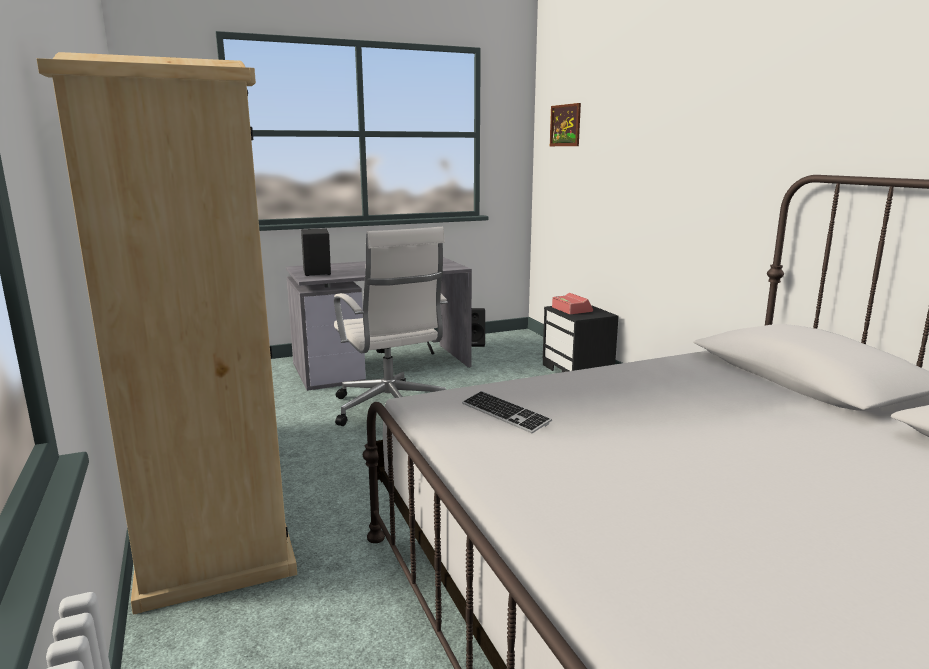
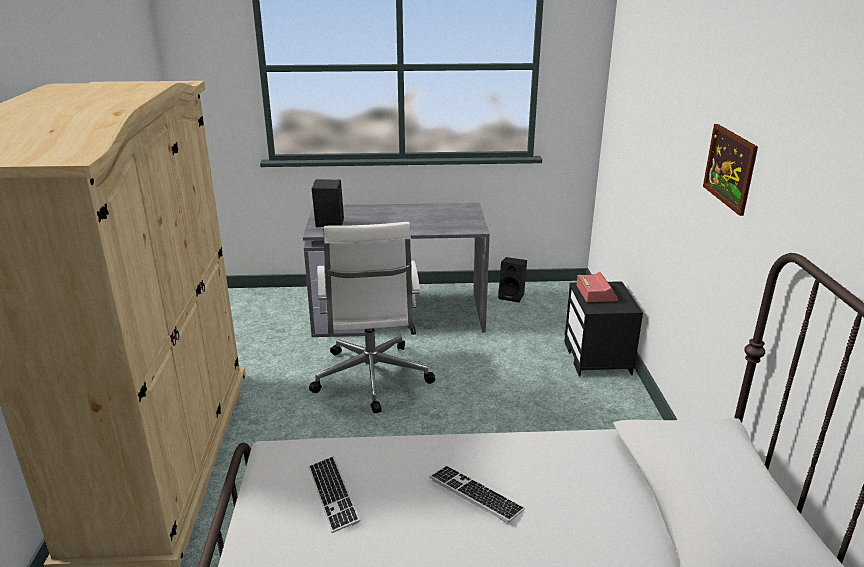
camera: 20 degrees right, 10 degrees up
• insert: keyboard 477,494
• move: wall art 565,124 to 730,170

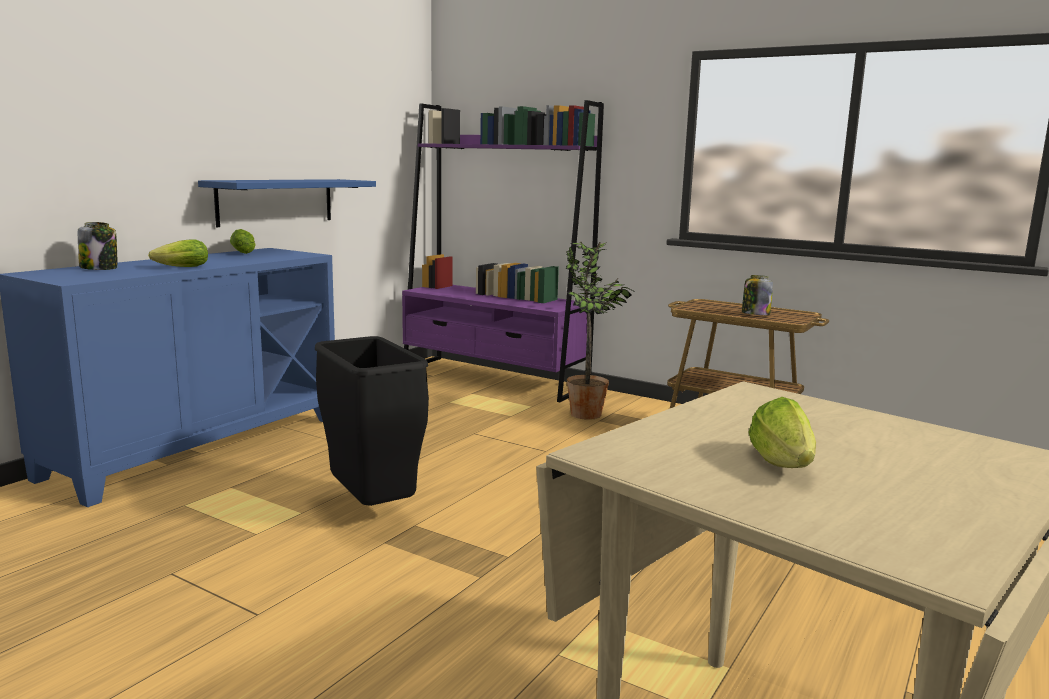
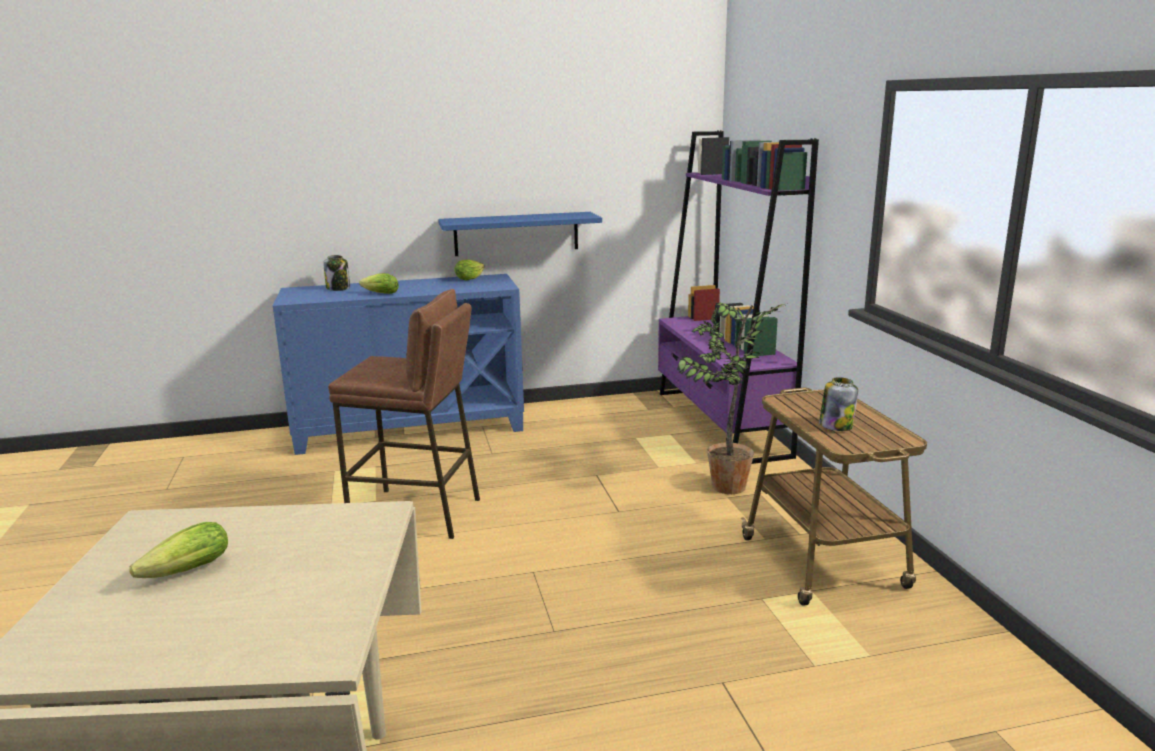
camera: 45 degrees right, 5 degrees up
• replace: black rubbish bin 372,421 to brown-coloured sitting stool 404,414

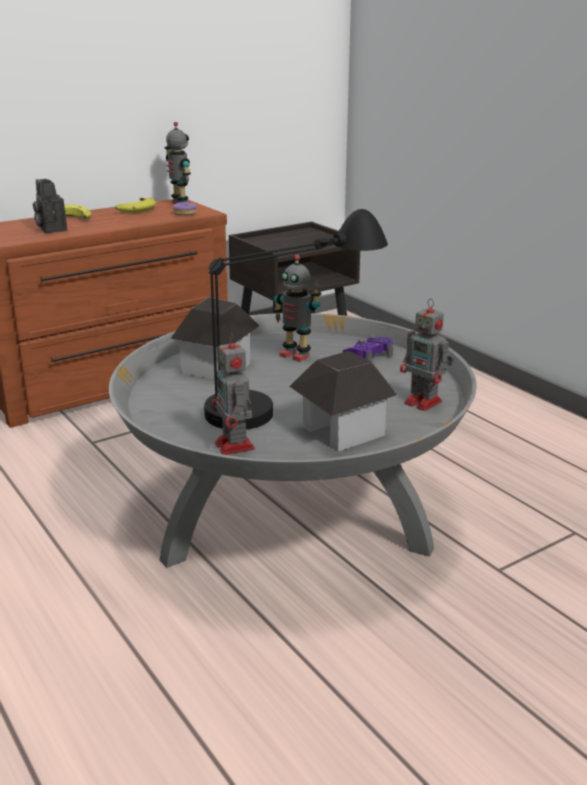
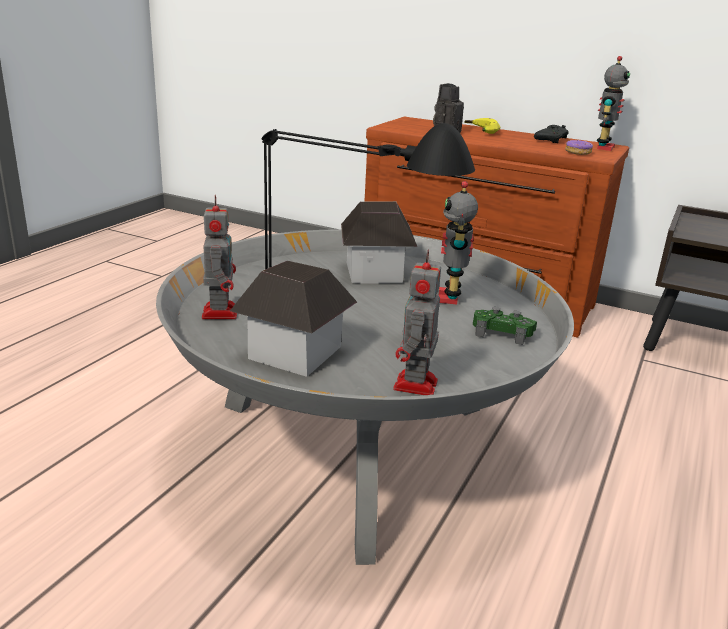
camera: 60 degrees right, 0 degrees up
• replace: banana 135,205 to black joypad 551,134
• recolor: purplish joypad 368,348 to green joypad 505,326
• rotate: robot figure 233,393 = 219,257 135 degrees clockwise

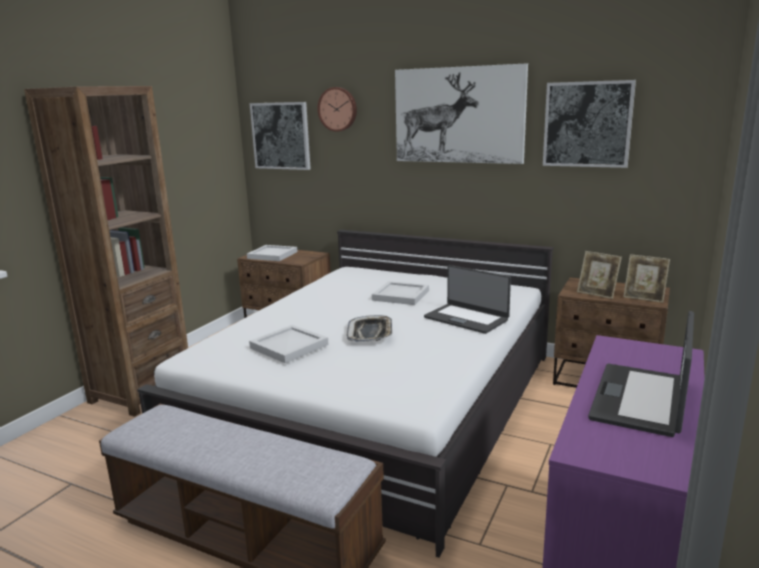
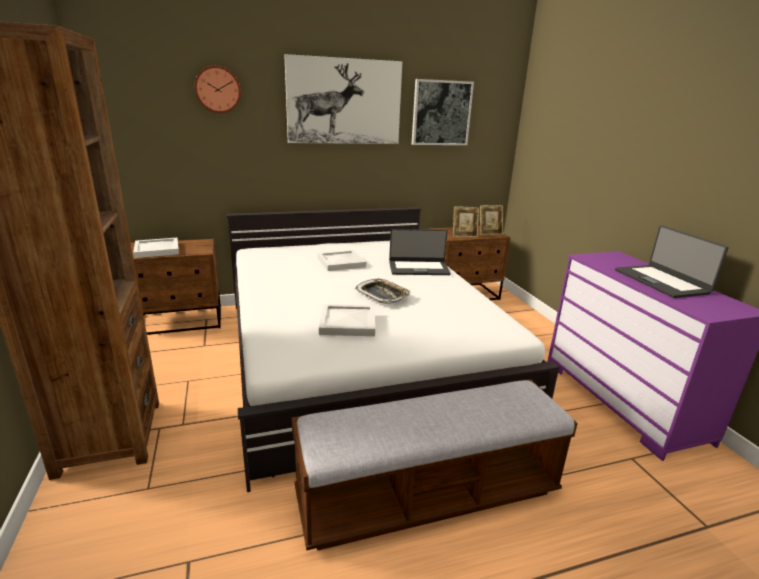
camera: 45 degrees left, 5 degrees up
• delete: wall art 280,136

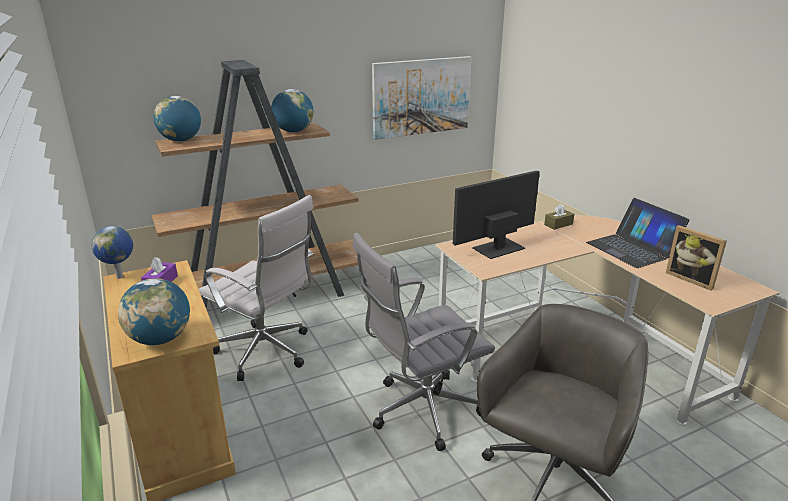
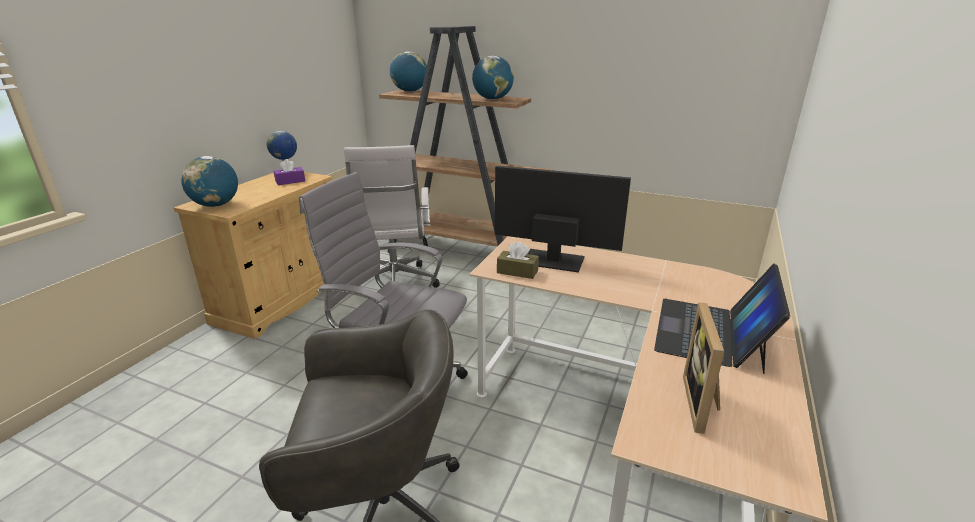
camera: 50 degrees right, 0 degrees up
• delete: wall art 421,98
• move: brown-coloured tissue holder 559,216 to 518,260

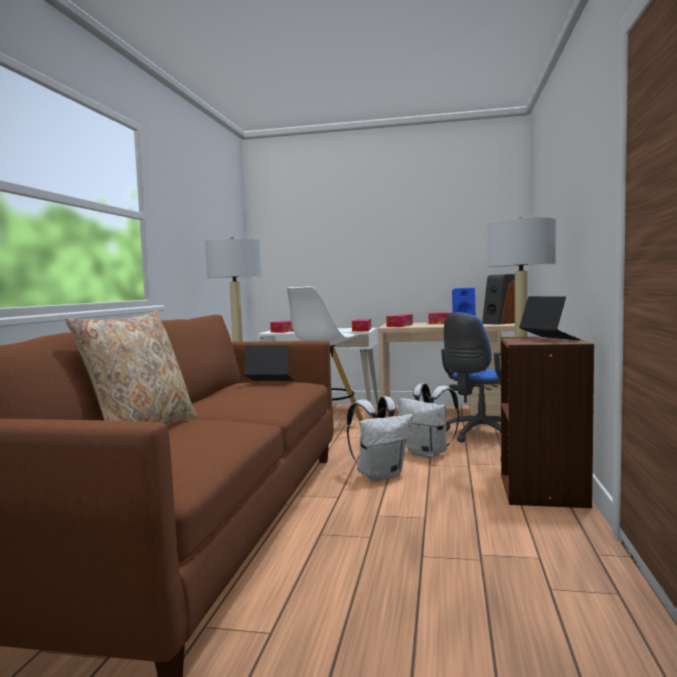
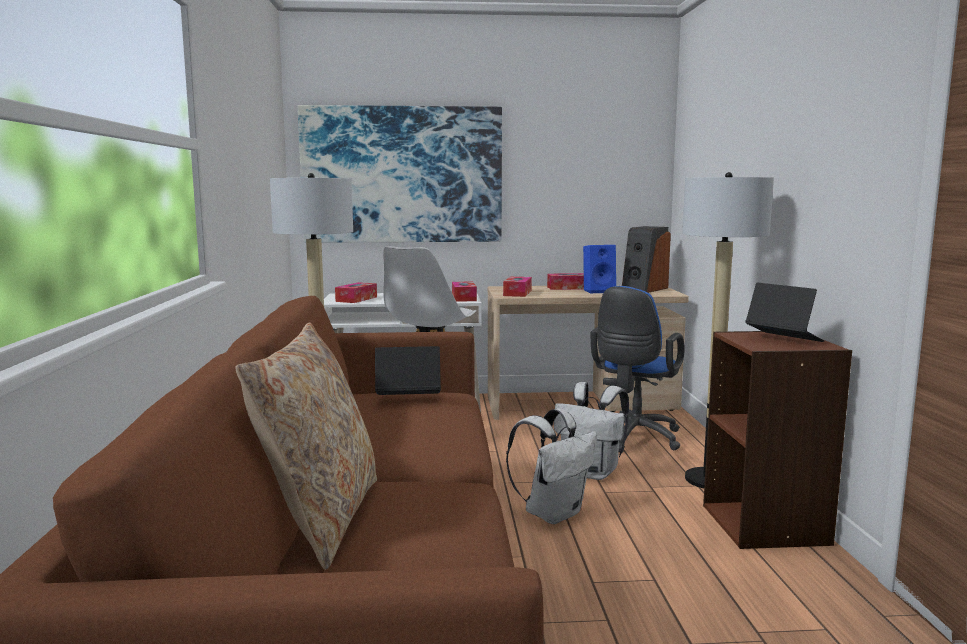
camera: 15 degrees left, 5 degrees up
• insert: wall art 400,173

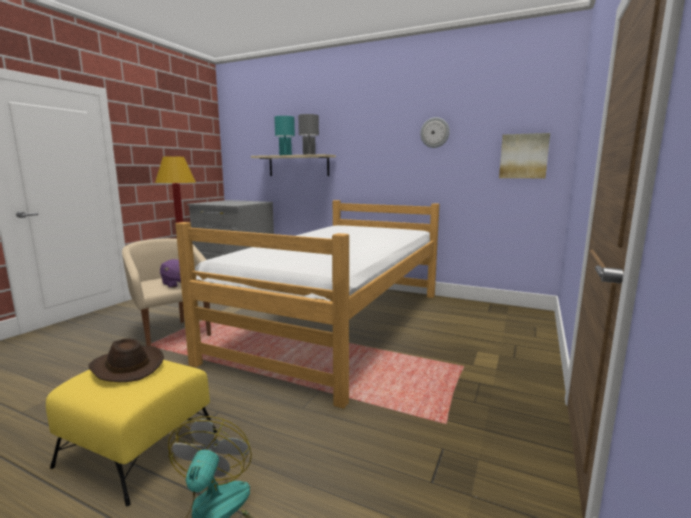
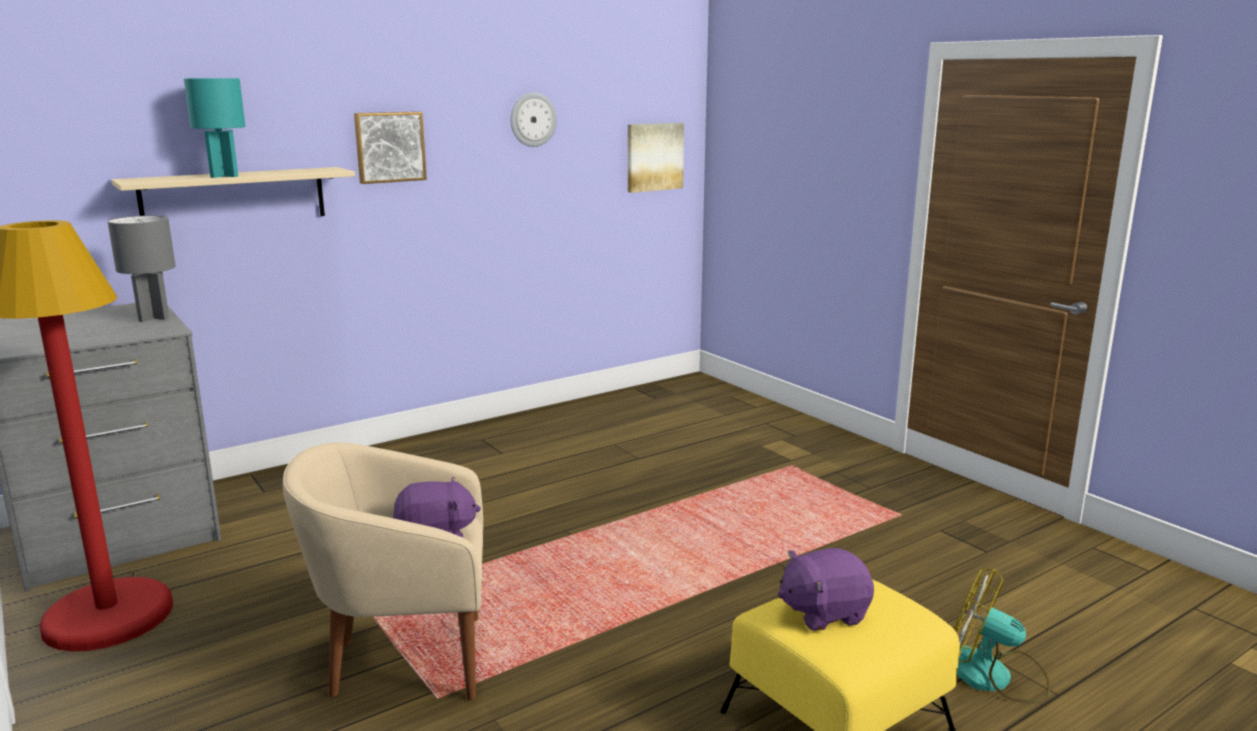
camera: 60 degrees left, 5 degrees up
• delete: sleeping bed 307,304
• insert: wall art 390,148
• move: greyish tabletop lamp 308,134 to 142,268
• replace: brown-coloured wearable hat 126,360 to purplish cuddly toy 826,589

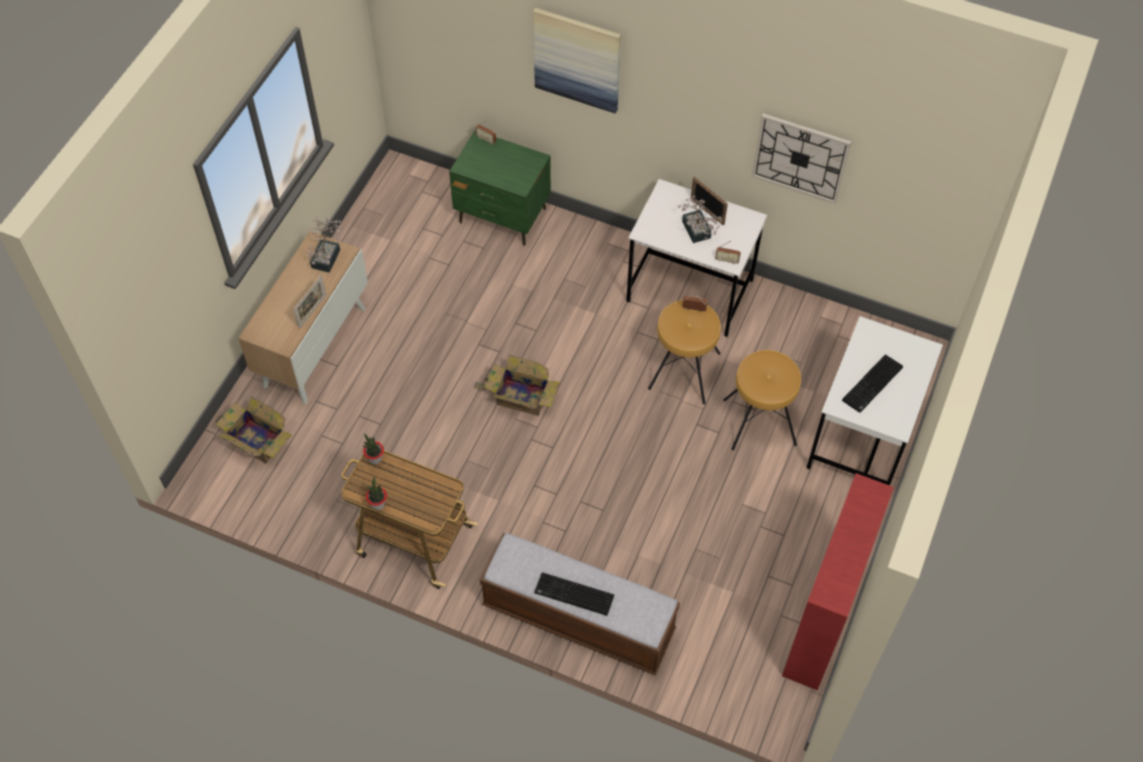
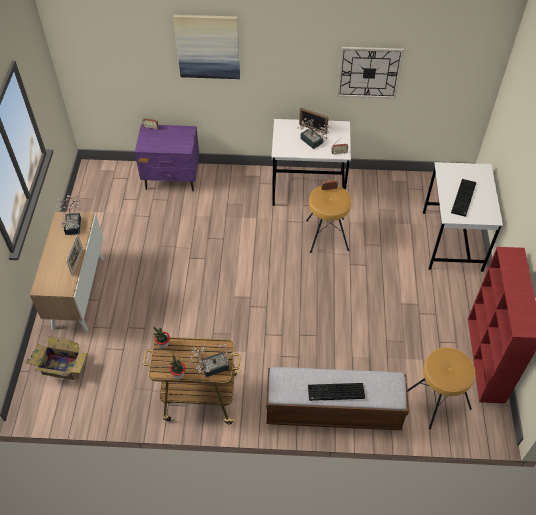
camera: 20 degrees left, 5 degrees down
• delete: carton 517,385
• insert: potted plant 212,360
• move: brown-coloured sitting stool 762,400 to 441,388
• recolor: green nightstand 500,188 to purplish nightstand 167,158

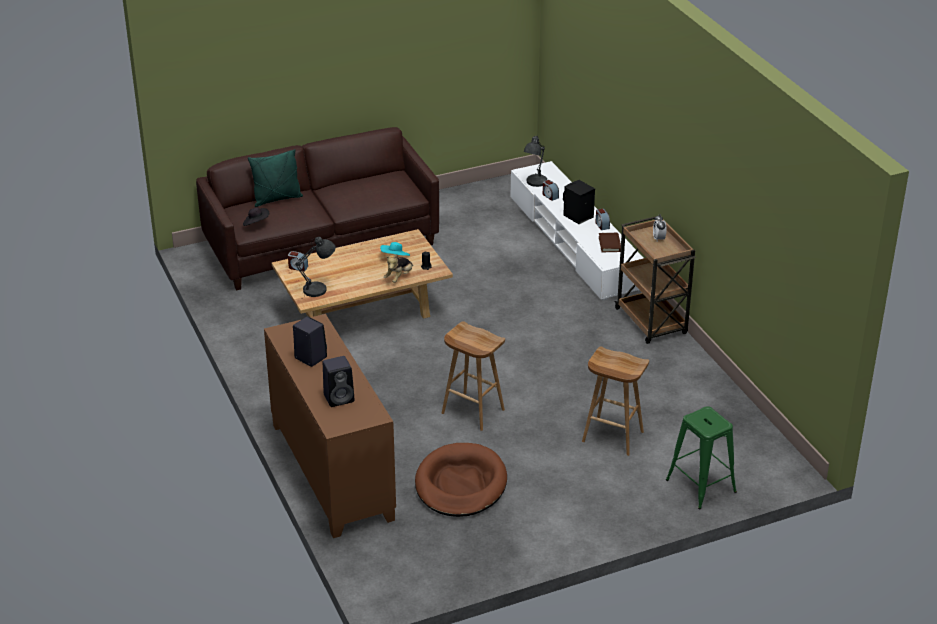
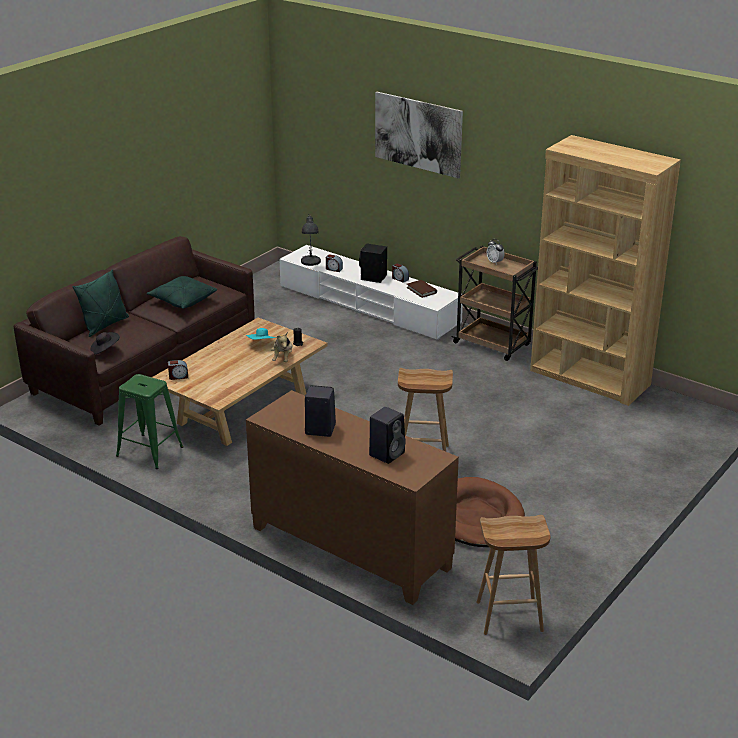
camera: 30 degrees left, 5 degrees down
• delete: greyish tabletop lamp 315,268
• insert: green cushion 182,292
• insert: wall art 419,135
• insert: brown-coloured shelving unit 605,270
• move: brown-coloured sitting stool 615,401 to 514,575
• move: green sitting stool 701,457 to 149,421

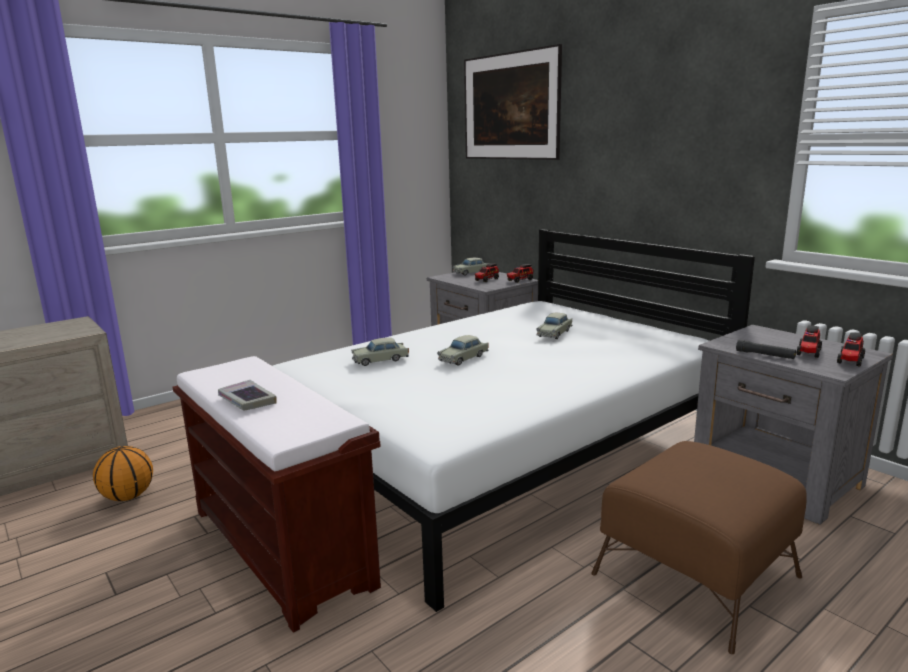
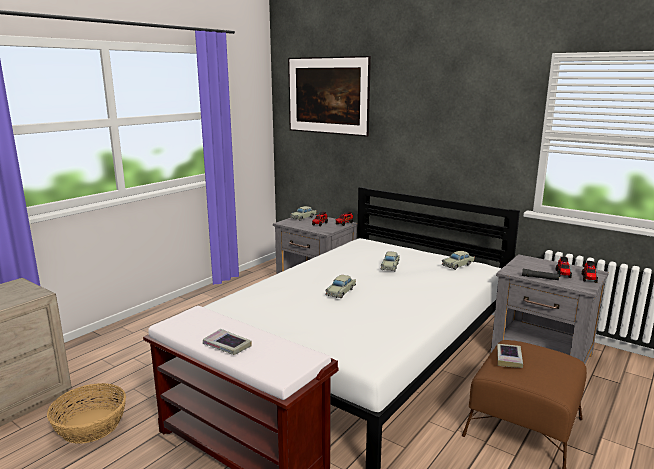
camera: 15 degrees left, 0 degrees up
• insert: book 510,356
• move: beige-coloured model car 380,352 to 458,260
• replace: basketball ball 123,473 to household basket 86,413

